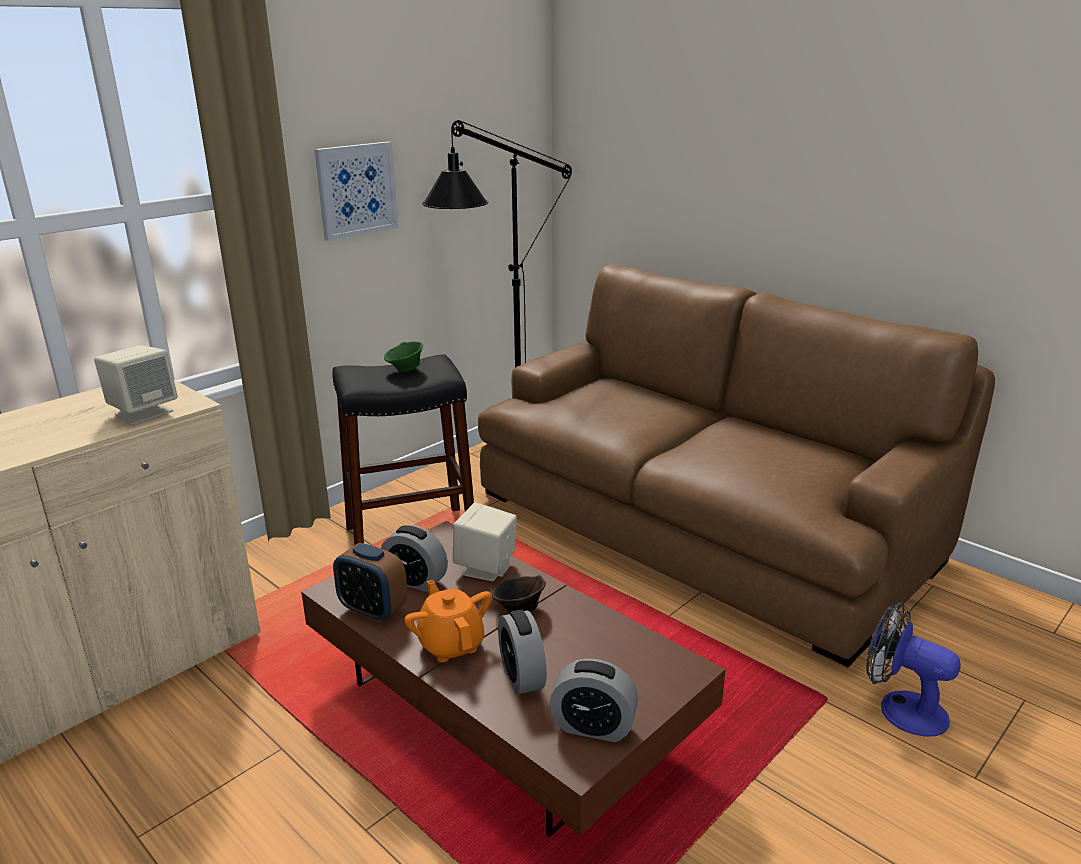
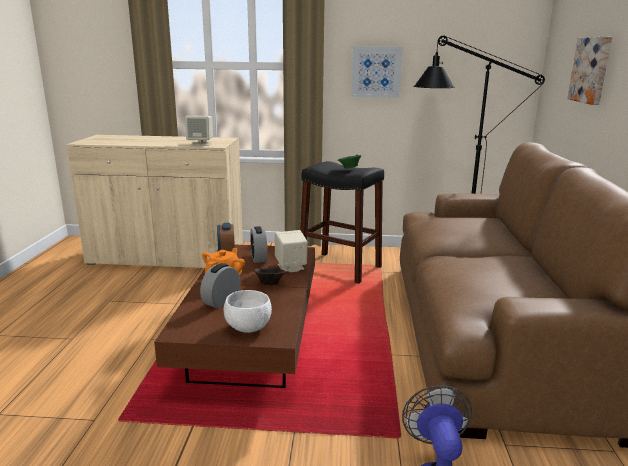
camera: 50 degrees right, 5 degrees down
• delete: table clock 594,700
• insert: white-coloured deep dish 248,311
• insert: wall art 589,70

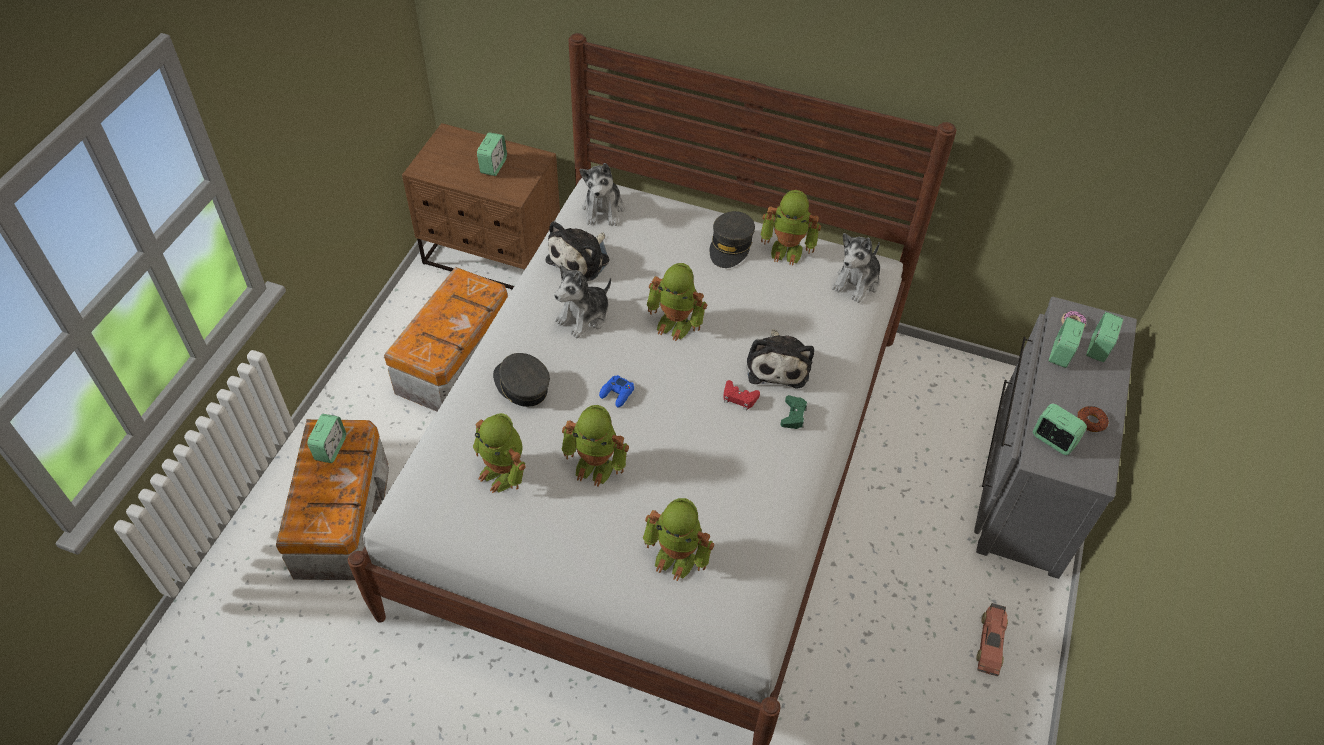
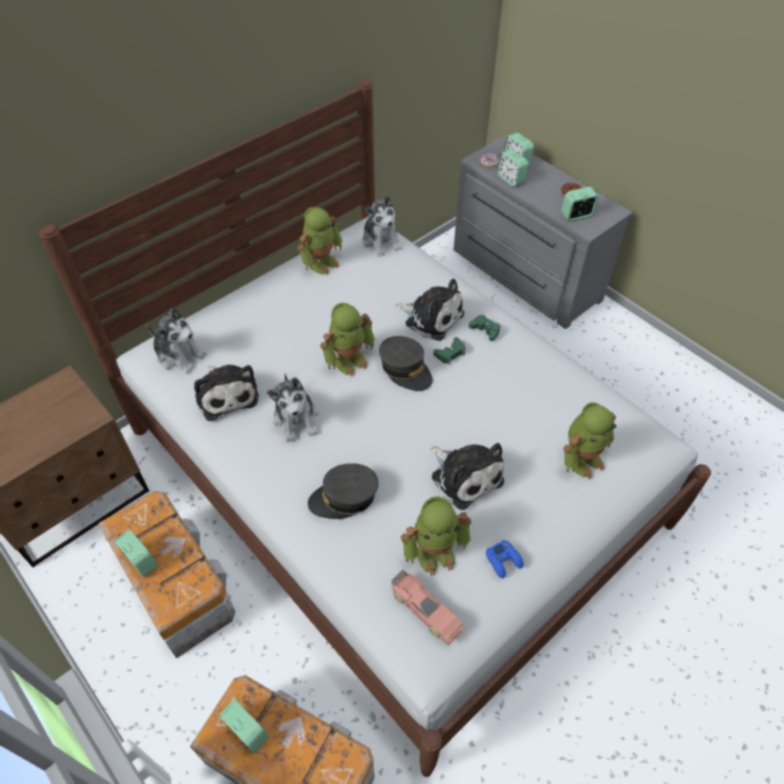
camera: 60 degrees left, 0 degrees up
• move: table clock 492,154 to 136,553
• move: blue joypad 616,391 to 505,559
• move: greyish baseball cap 732,239 to 406,363
• move: model car 992,639 to 428,607
• replace: robot figure 595,446 to cuddly toy 467,476
• recolor: reddish joypad 741,395 to green joypad 449,351

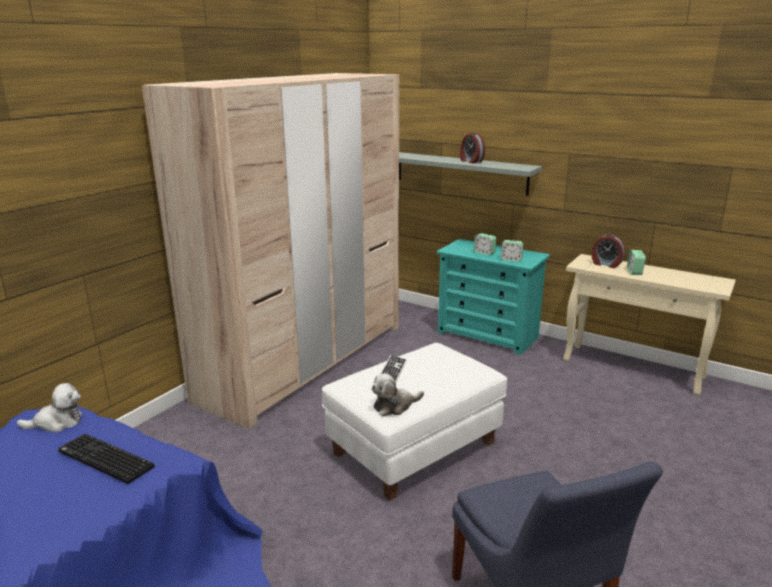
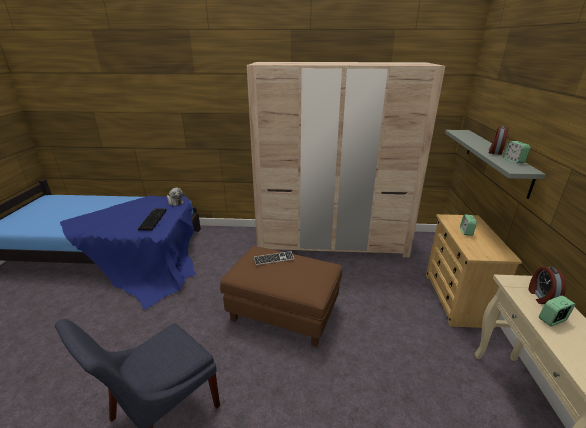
camera: 60 degrees right, 5 degrees up
• delete: cuddly toy 397,394
• move: table clock 512,251 to 516,152
• recolor: white-coloured ottoman 414,422 to brown-coloured ottoman 281,296
• recolor: blue-green drawer chest 493,297 to beige-coloured drawer chest 474,271

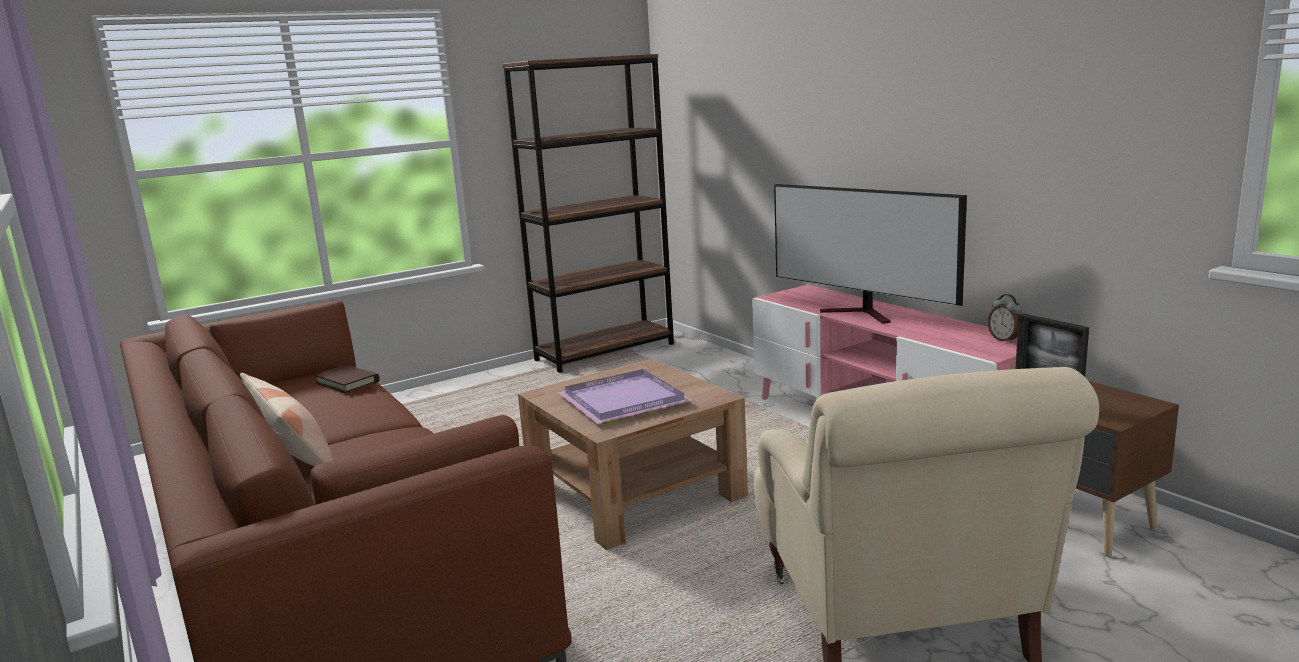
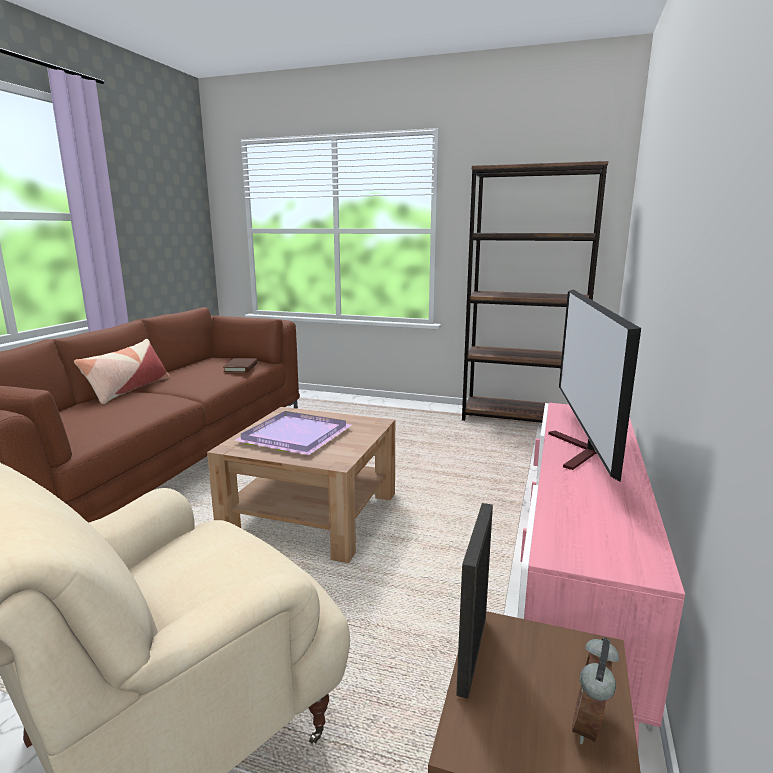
camera: 50 degrees right, 0 degrees up
• move: table clock 1005,318 to 595,690

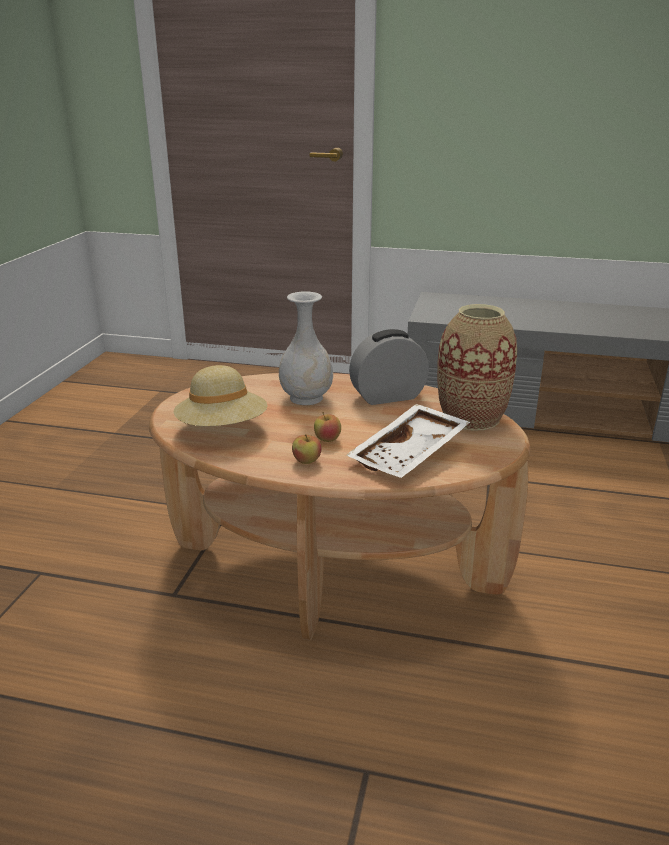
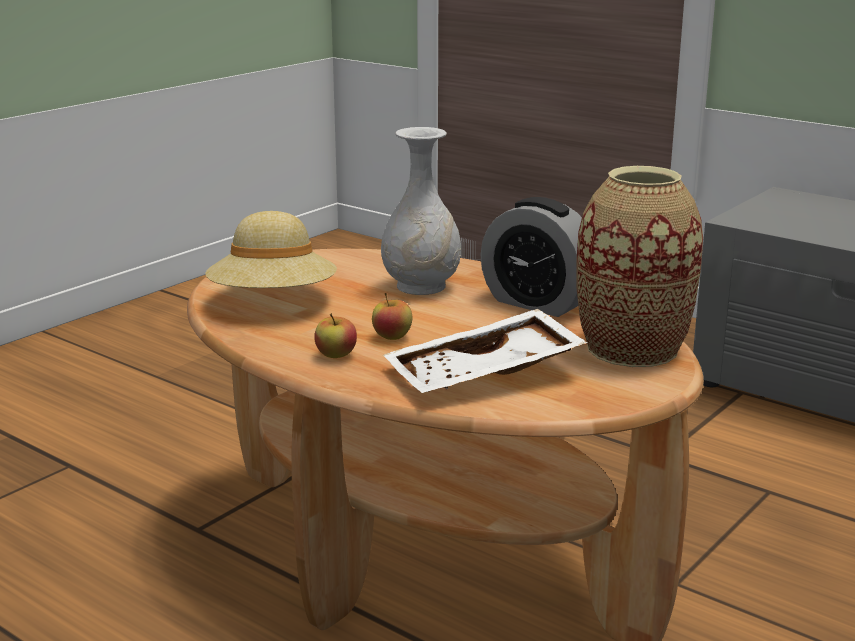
camera: 25 degrees right, 5 degrees down
• rotate: table clock 389,367 = 531,257 150 degrees counterclockwise

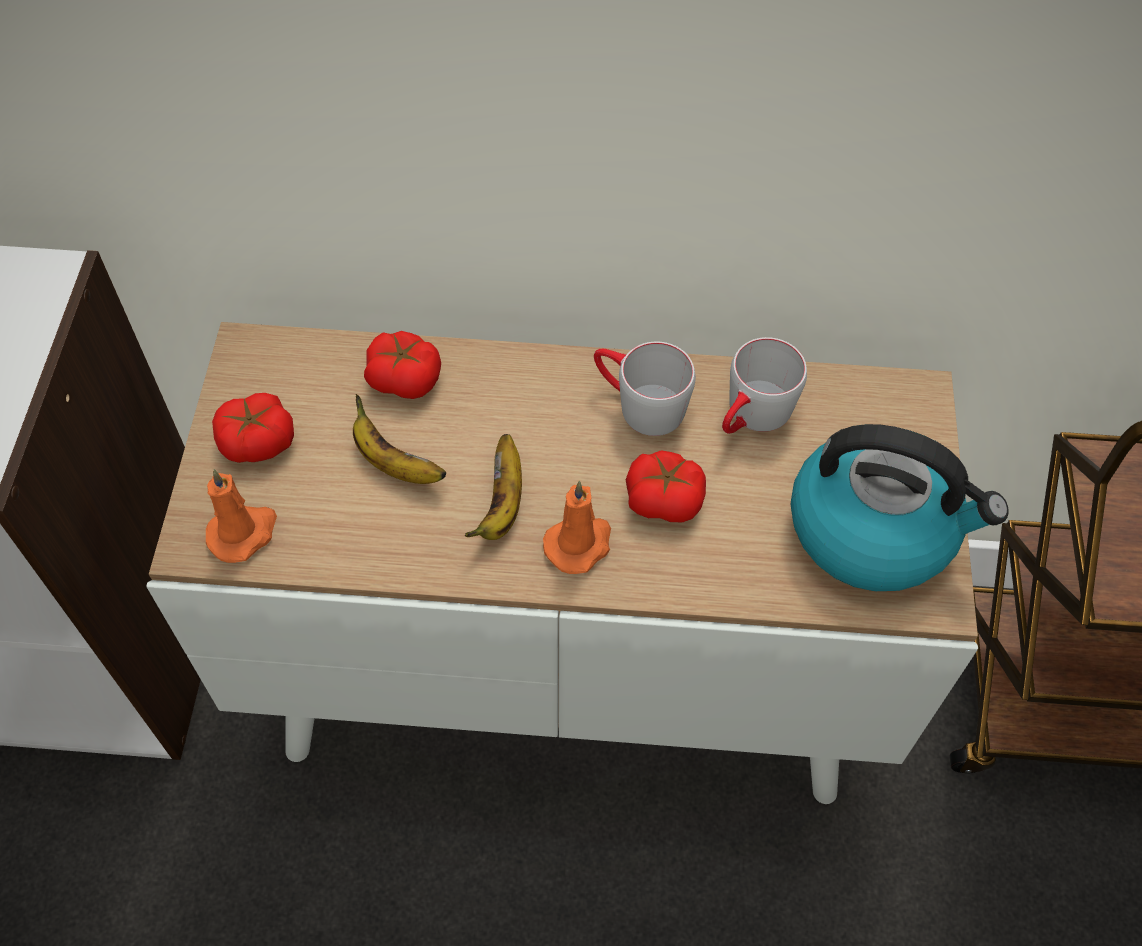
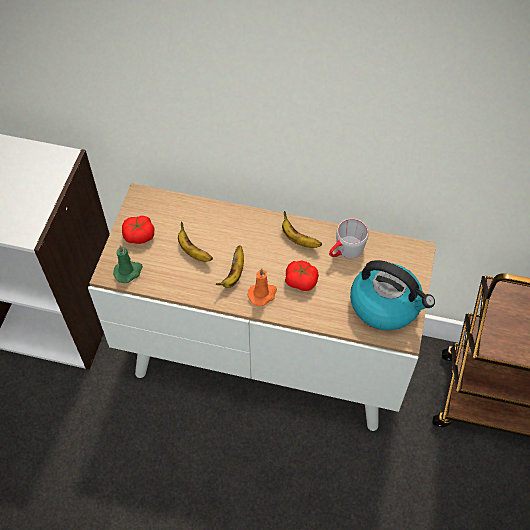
camera: 10 degrees right, 0 degrees up
• delete: whole tomato 402,365
• replace: greyish tea mug 645,389 to banana 302,229
• recolor: orangey wax candle 241,516 to green wax candle 128,264

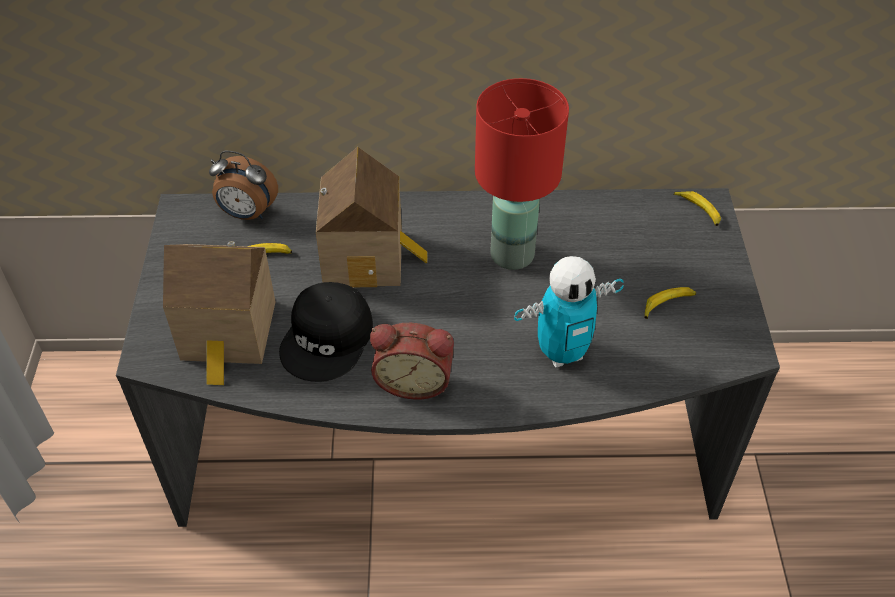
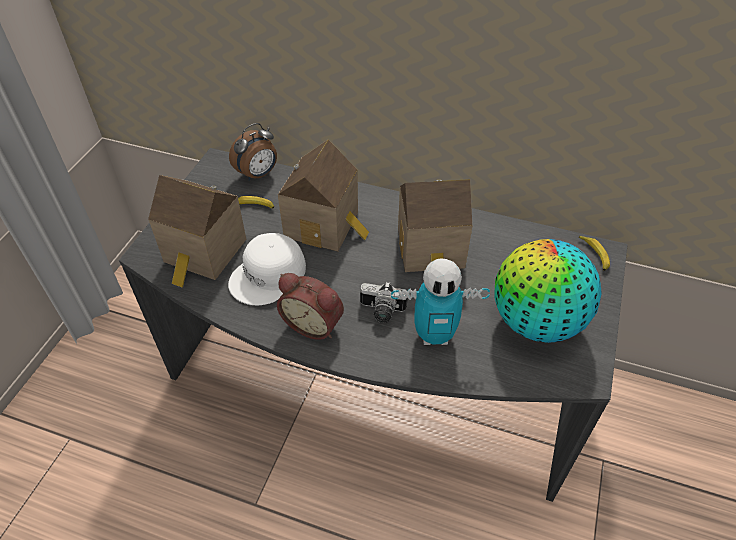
camera: 20 degrees right, 0 degrees up
• insert: still camera 383,302
• replace: reddish tabletop lamp 522,174 to miniature house 435,225
• replace: banana 670,303 to desk globe 548,291
• recolor: black baseball cap 326,332 to white-coloured baseball cap 267,269
• rotate: table clock 243,185 = 253,152 75 degrees counterclockwise

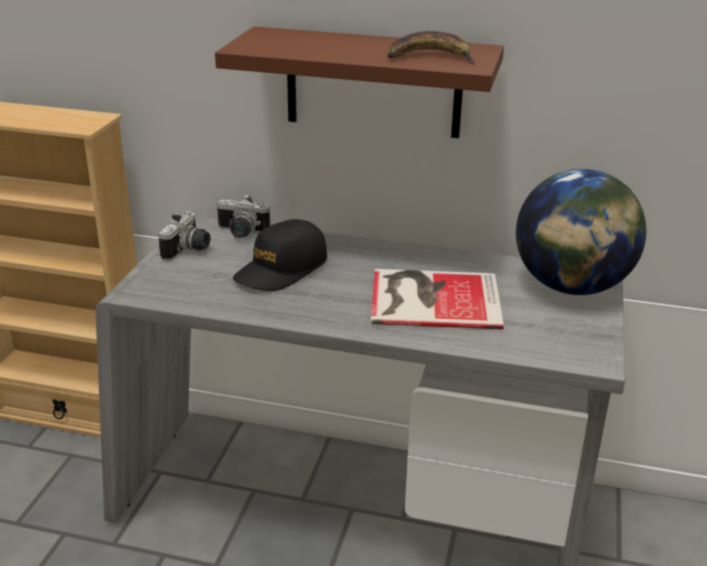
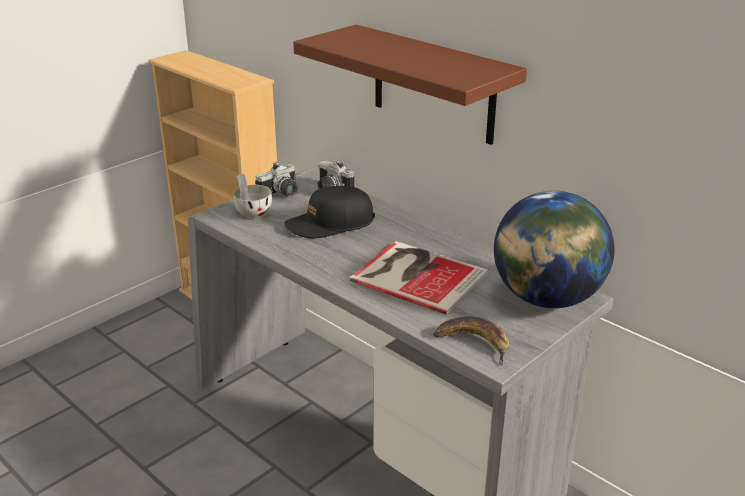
camera: 30 degrees right, 0 degrees up
• insert: white-coloured drinking cup 252,196
• move: banana 431,47 to 471,340

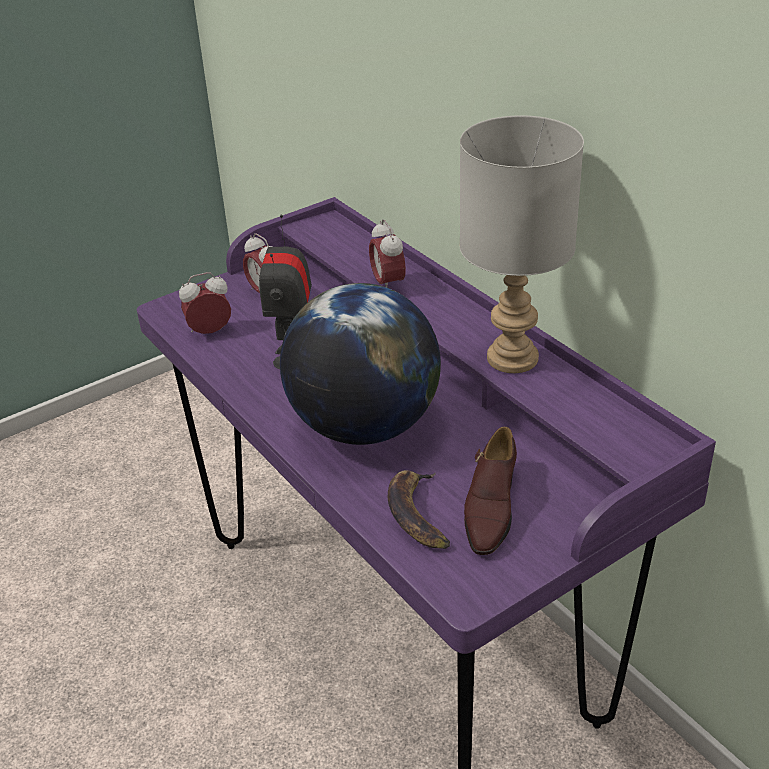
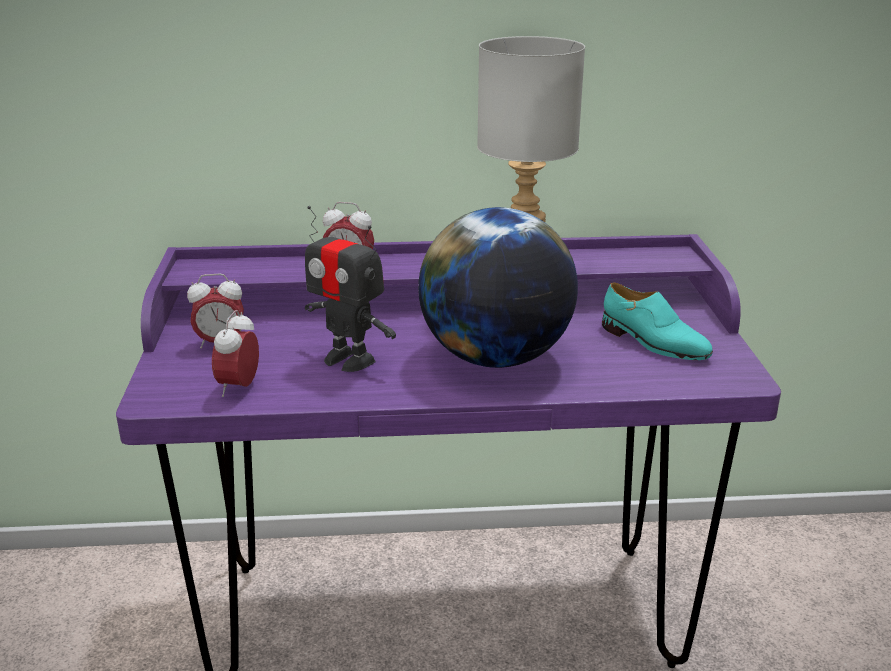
camera: 60 degrees left, 10 degrees down
• delete: banana 419,509
• recolor: brown-coloured item of footwear 490,491 to blue-green item of footwear 657,321

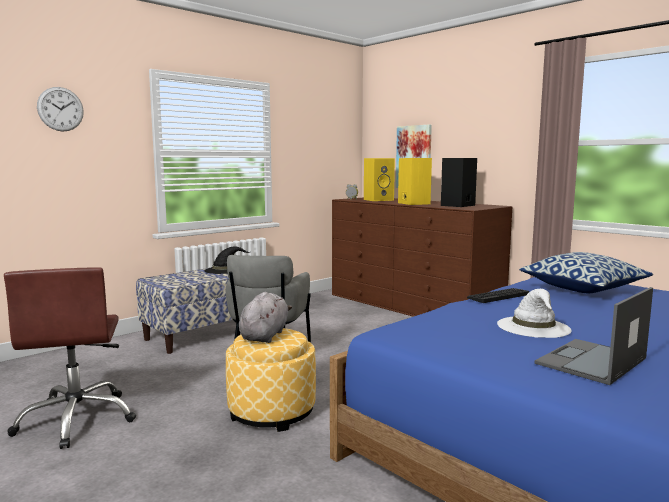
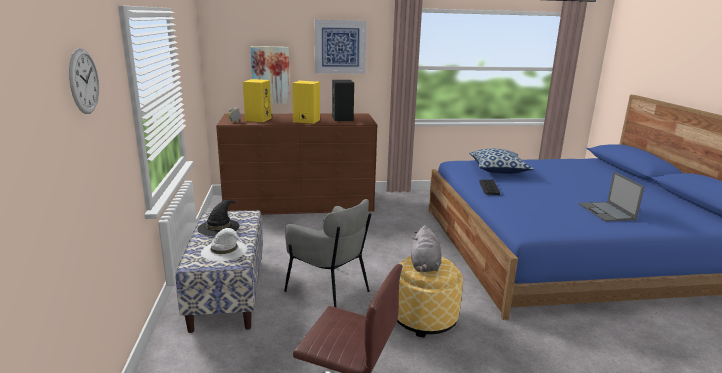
camera: 55 degrees left, 10 degrees up
• insert: wall art 341,47
• move: white-coloured wearable hat 534,313 to 224,244
• rotate: greyish cuddly toy 265,317 = 426,248 135 degrees counterclockwise

